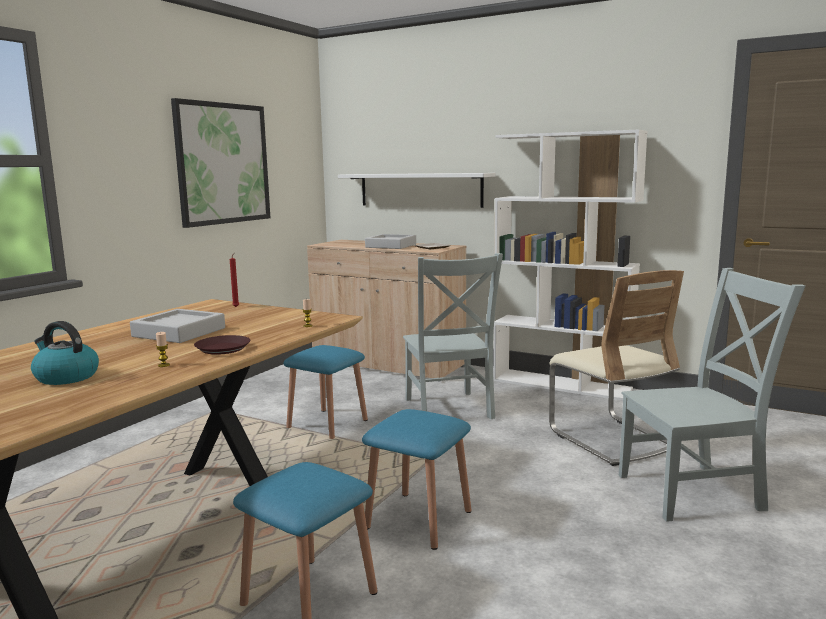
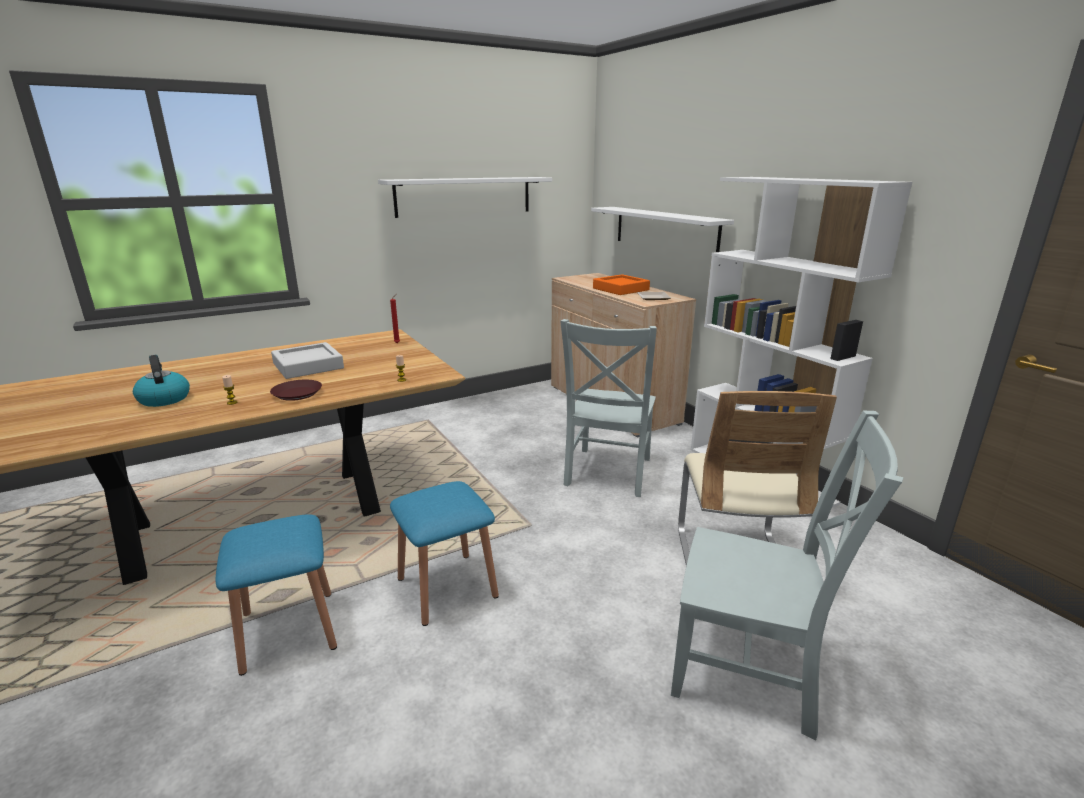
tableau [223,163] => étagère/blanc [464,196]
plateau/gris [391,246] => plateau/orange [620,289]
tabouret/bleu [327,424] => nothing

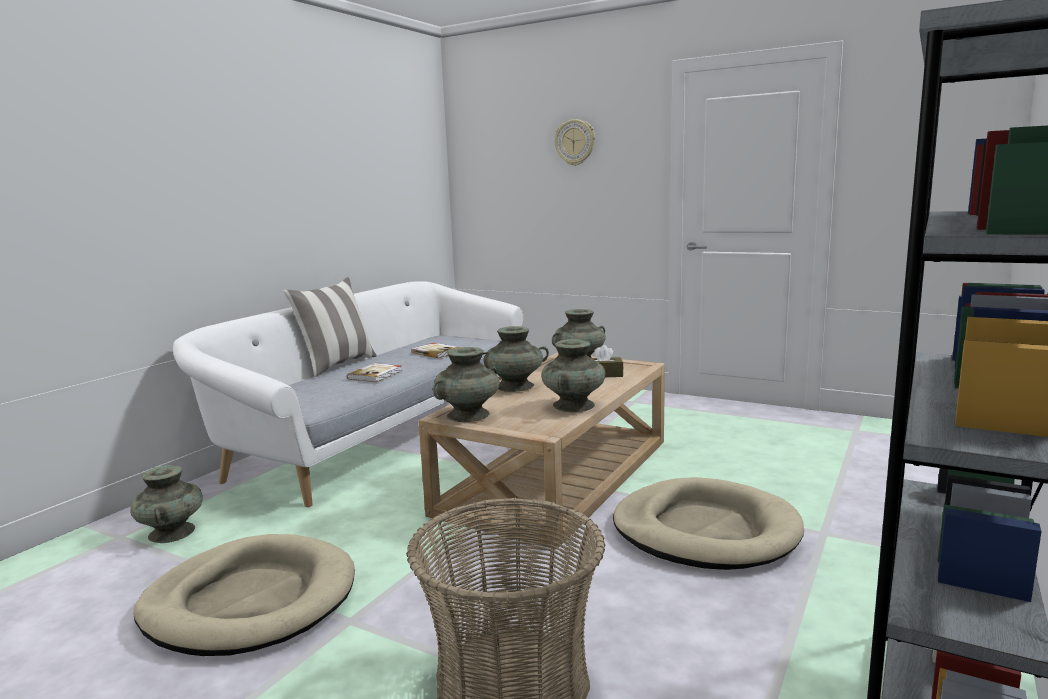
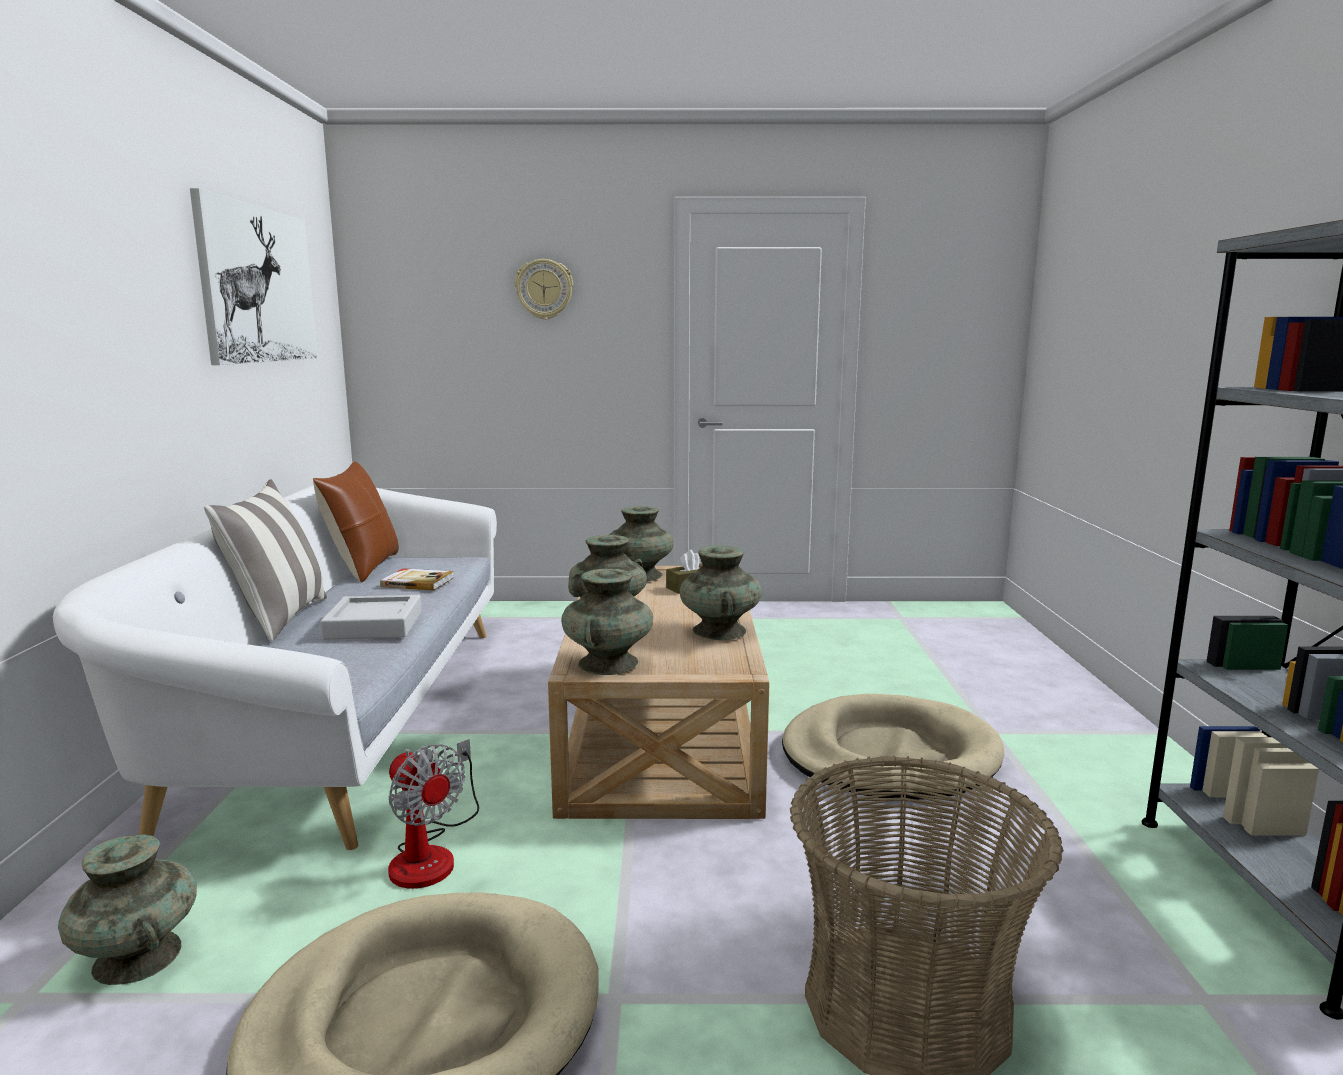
livre [376,374] => plateau/gris [374,625]
nothing => tableau [258,285]
nothing => coussin/marron [363,567]
nothing => ventilateur [431,854]

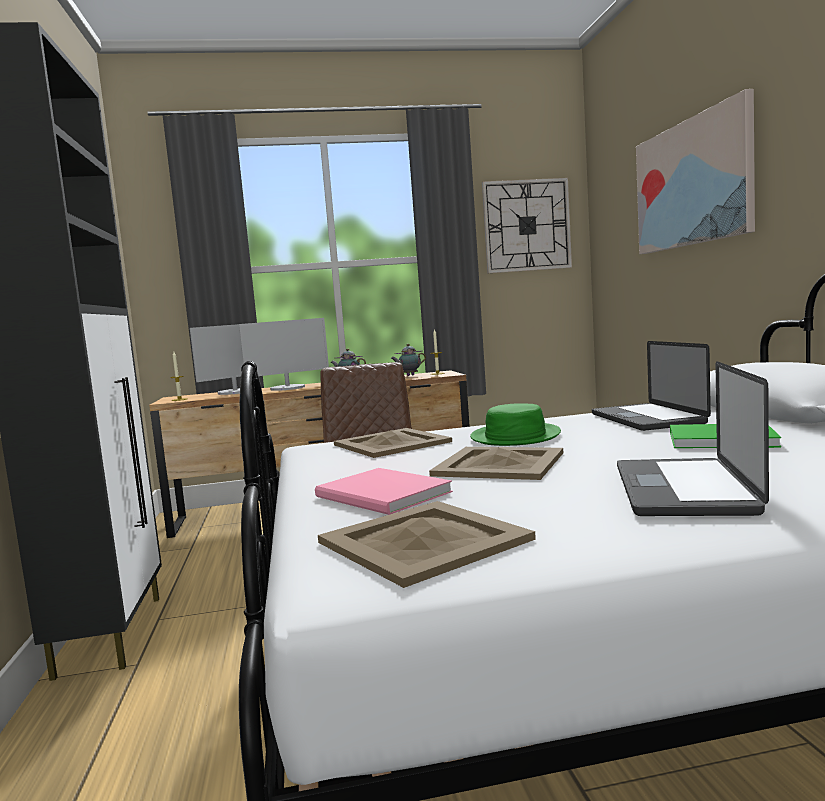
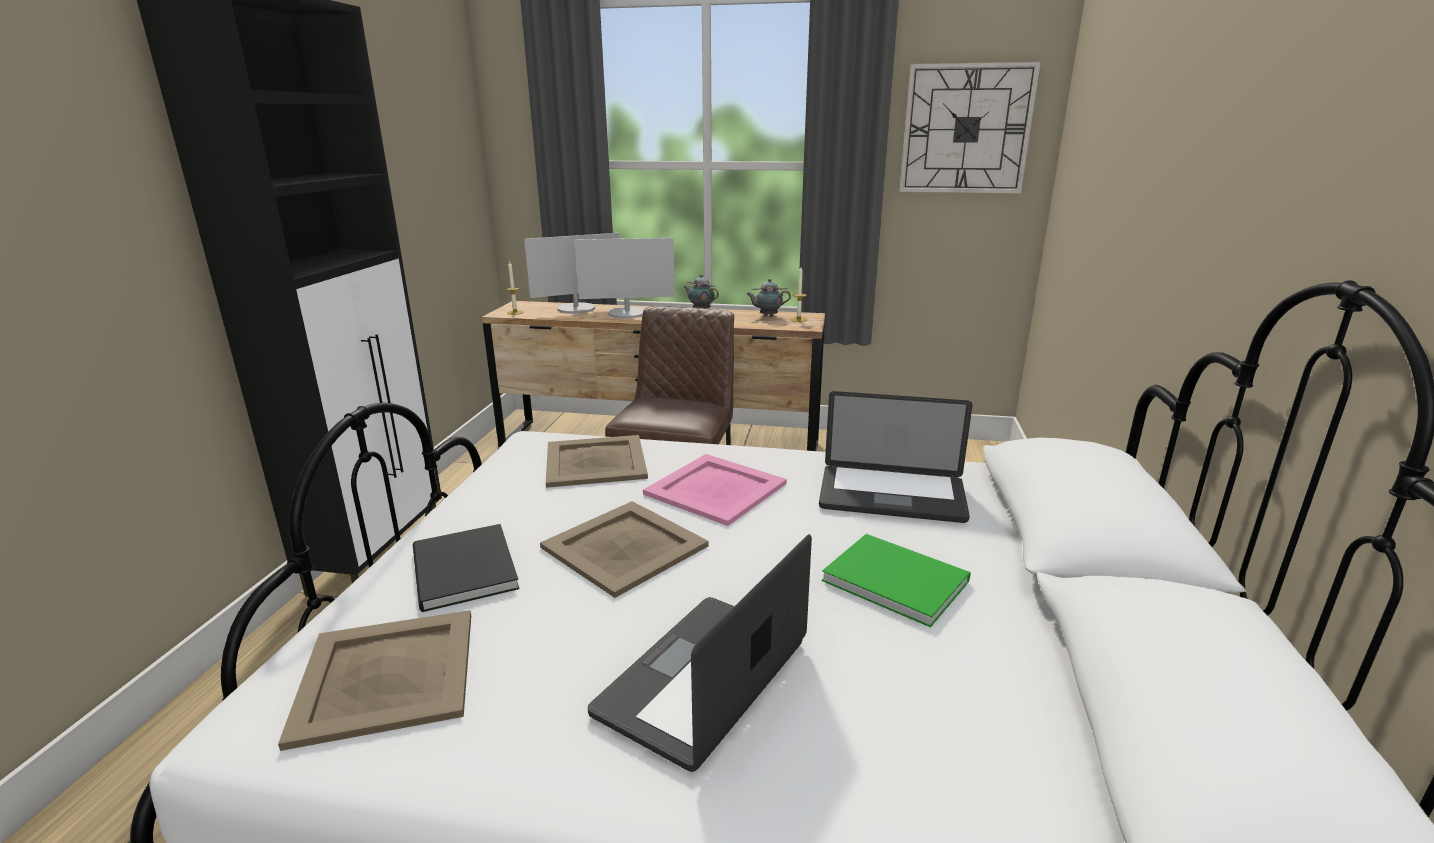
tableau [692,183] => nothing
ordinateur portable [646,419] => ordinateur portable [891,496], 90 degrees counterclockwise
chapeau/vert [515,436] => plateau/rose [714,489]
livre/rose [383,496] => livre/noir [461,572]

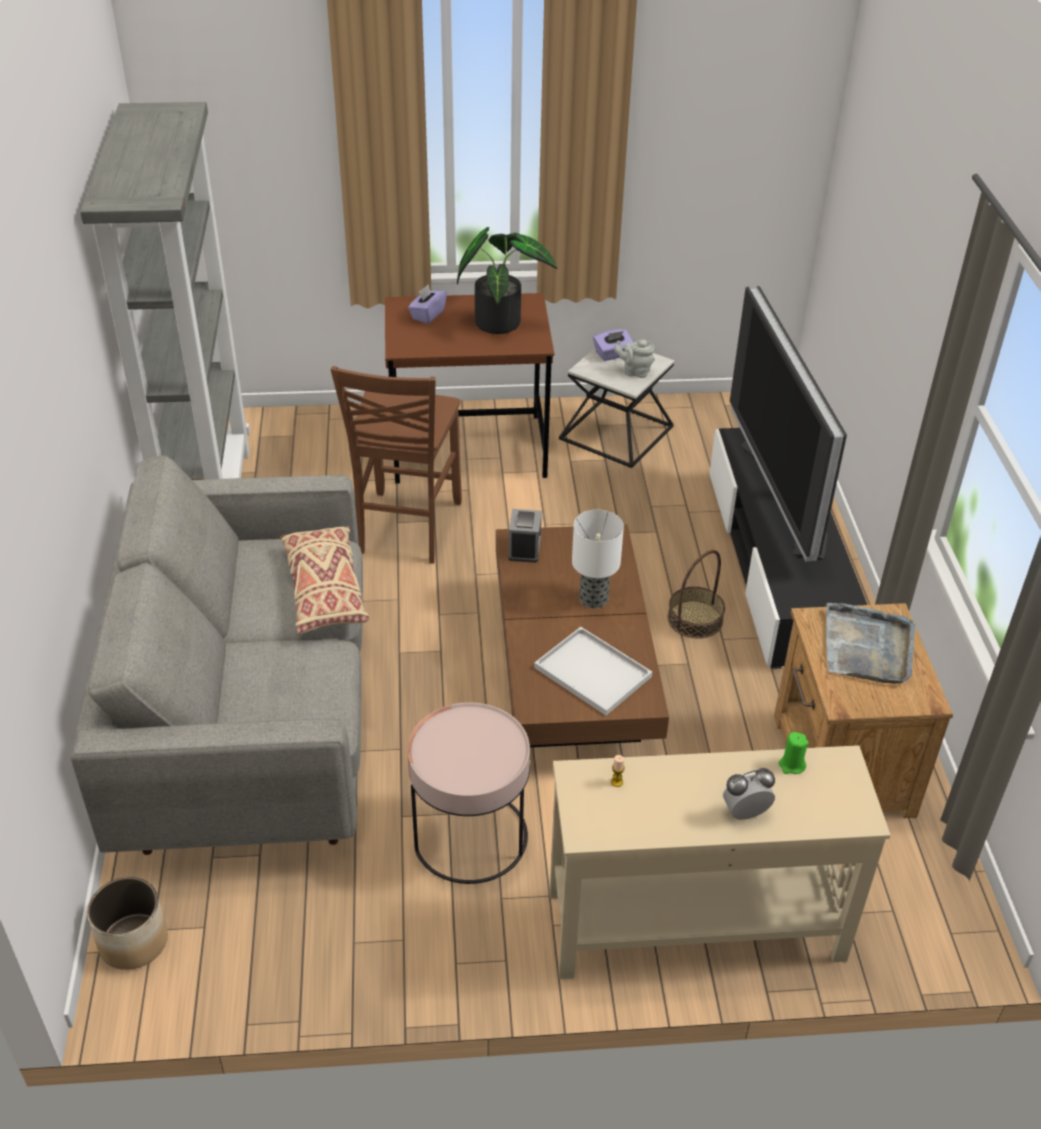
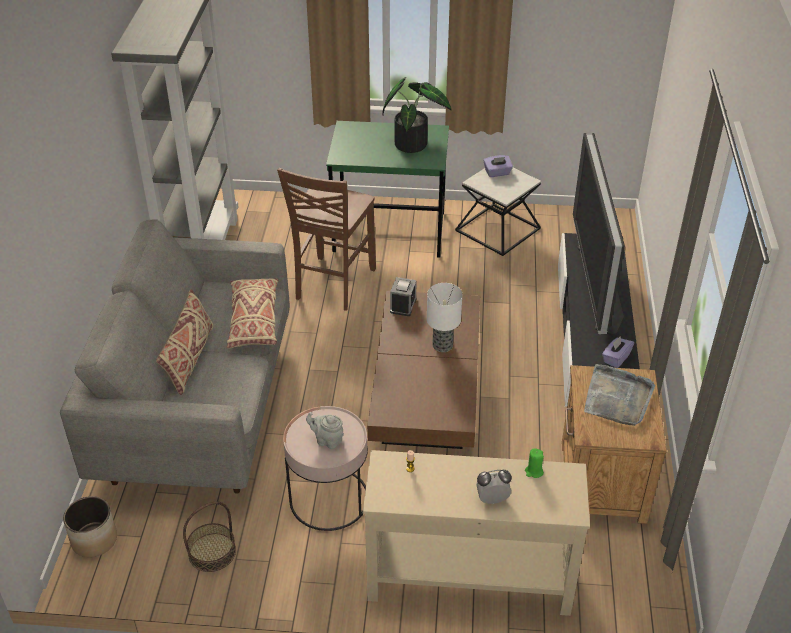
boîte à mouchoirs/violet [427,315] => boîte à mouchoirs/violet [616,358], relocated
bureau/marron [469,448] => bureau/vert [390,232]
théière/gris [634,372] => théière/gris [327,440], relocated
panier [695,619] => panier [212,552], relocated
plateau/blanc [590,671] => nothing
nothing => coussin/beige [189,359]

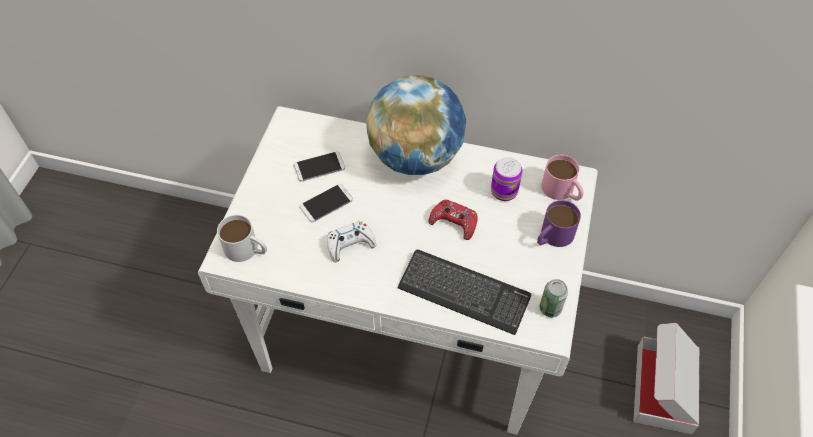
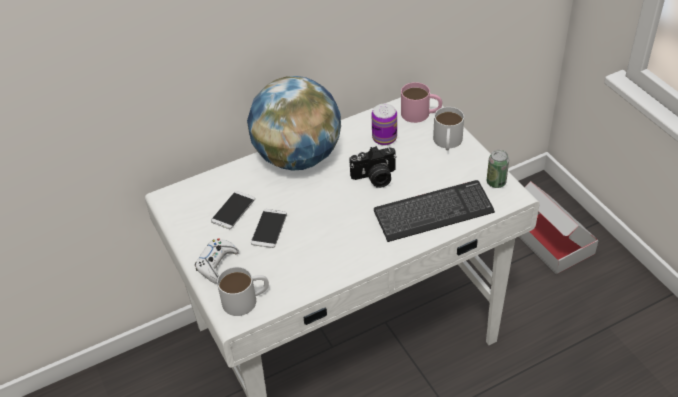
manette/rouge [454,222] => appareil photo [375,178]
mug/violet [552,236] => mug/blanc [447,142]
manette/blanc [350,244] => manette/blanc [217,264], relocated

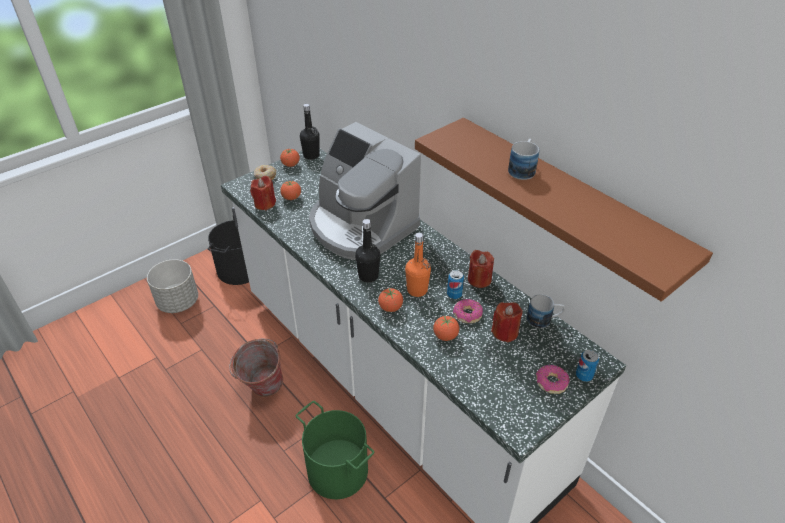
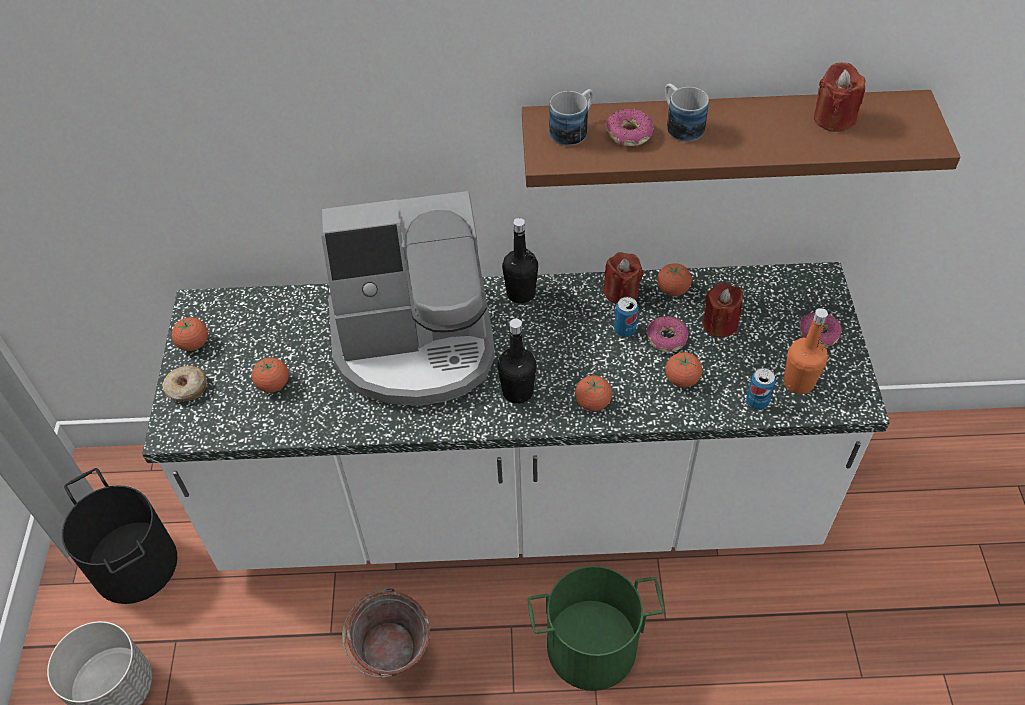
bouteille/noir [311,155] => bouteille/noir [521,293], relocated
bougie/rouge [265,204] => bougie/rouge [833,118], relocated
bouteille/orange [417,290] => bouteille/orange [798,382], relocated
mug [544,320] => mug [573,129], relocated
boîte métallique [584,376] => boîte métallique [757,401], relocated
nothing => beignet [629,134]
nothing => tomate [672,290]

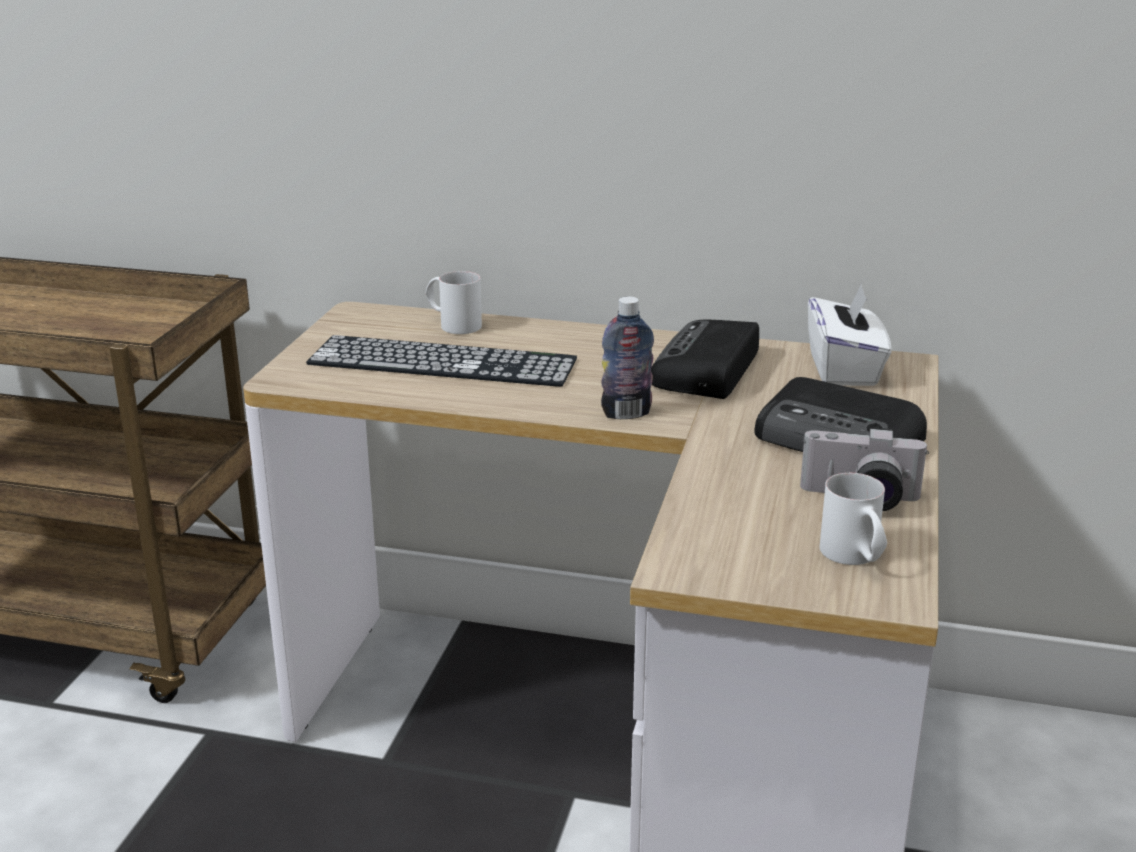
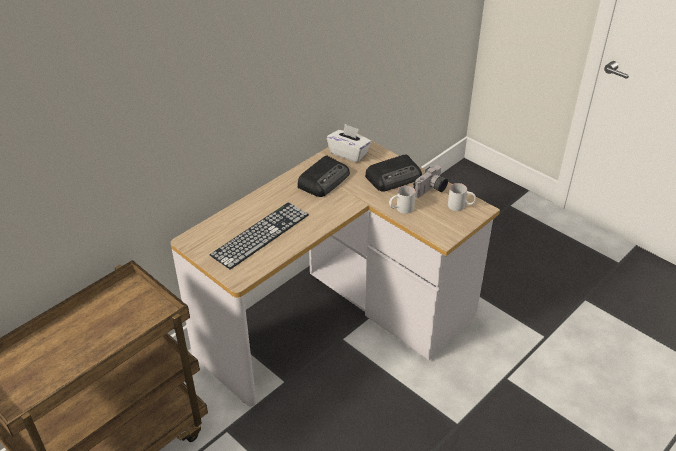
mug/blanc [453,324] => mug/blanc [401,209], relocated
bouteille [626,413] => nothing
radio [706,370] => radio [324,180], 105 degrees counterclockwise

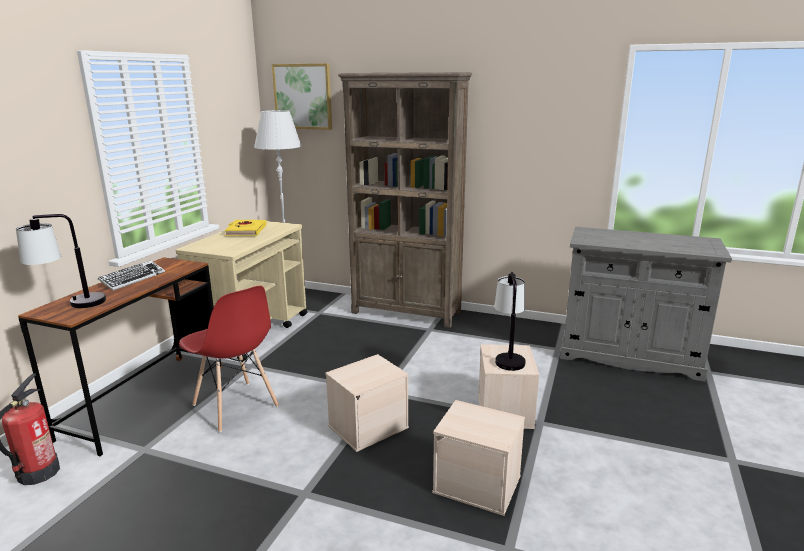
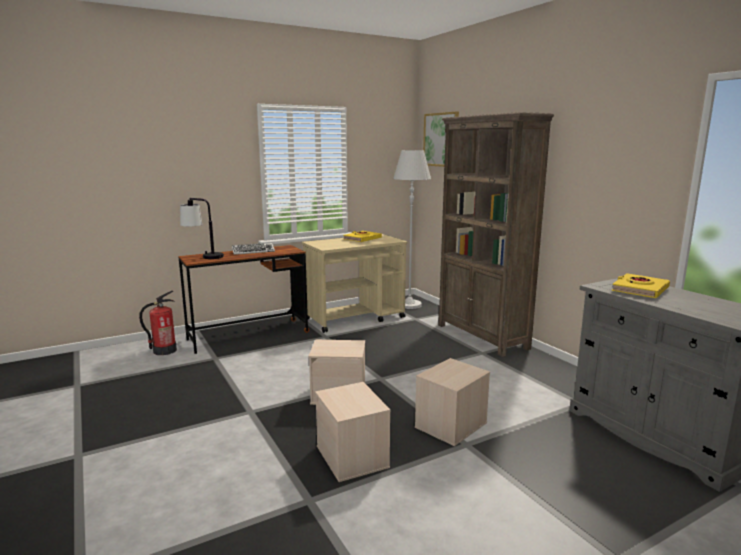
lampe de table [507,356] => nothing
chaise/rouge [235,406] => nothing
nothing => livre/jaune [639,290]

